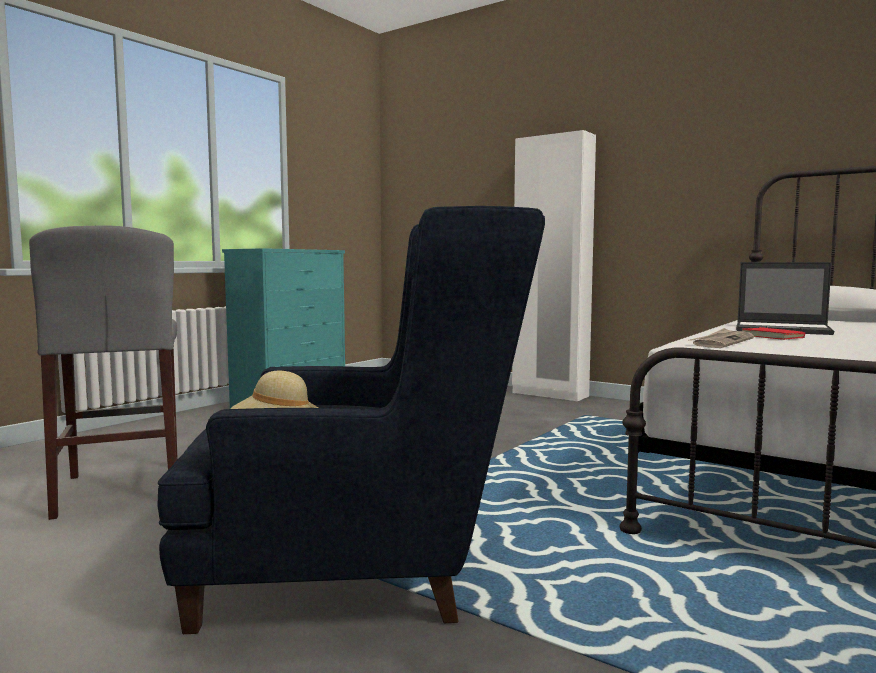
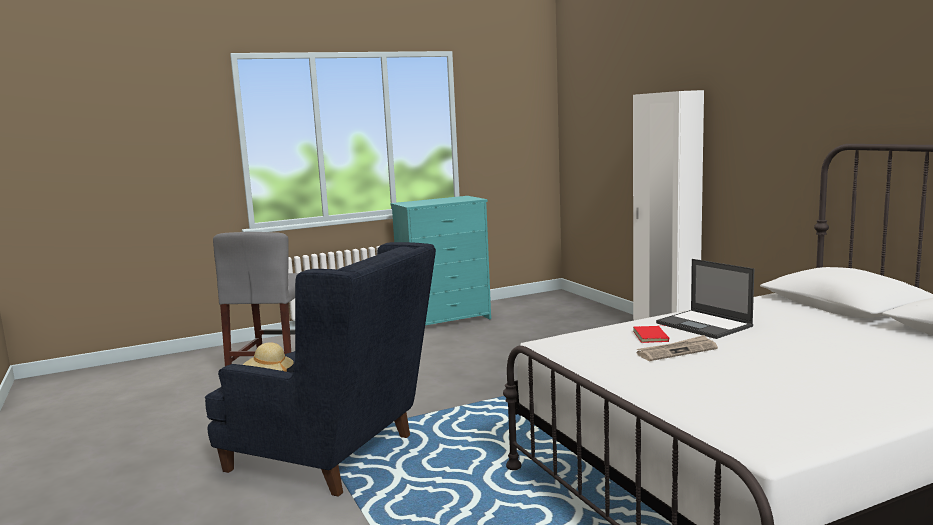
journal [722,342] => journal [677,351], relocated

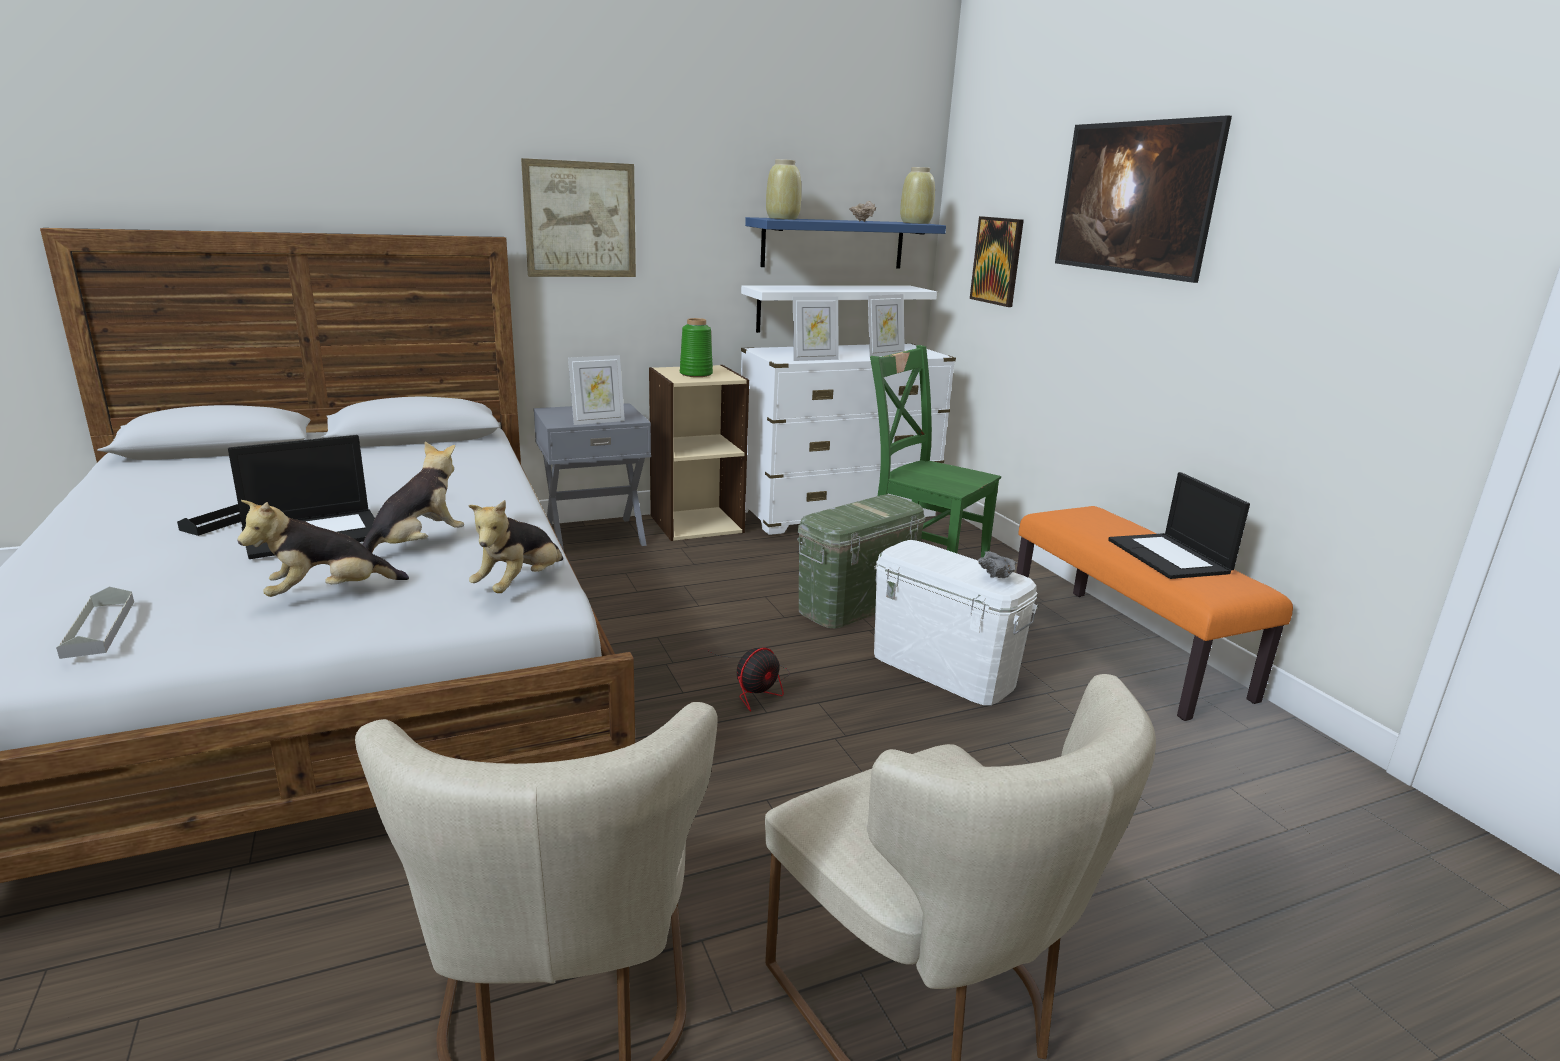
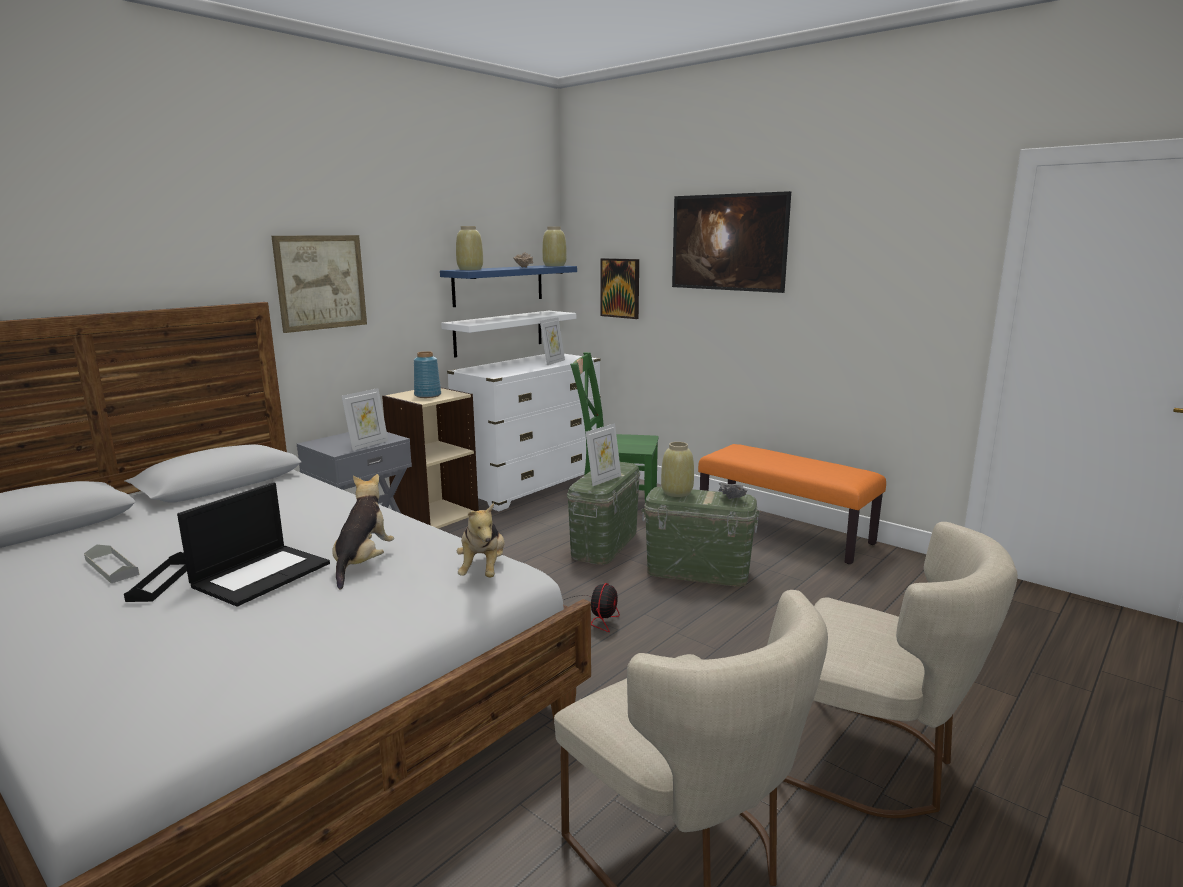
cadre photo [814,359] => cadre photo [603,480], relocated
vase/vert [696,374] => vase/bleu [428,395]
ordinateur portable [1170,557] => nothing
peluche [328,594] => nothing
boîte de rangement/blanc [943,669] => boîte de rangement/vert [698,571]
plateau/gris [99,628] => plateau/gris [111,567], relocated
nothing => vase/beige [677,492]

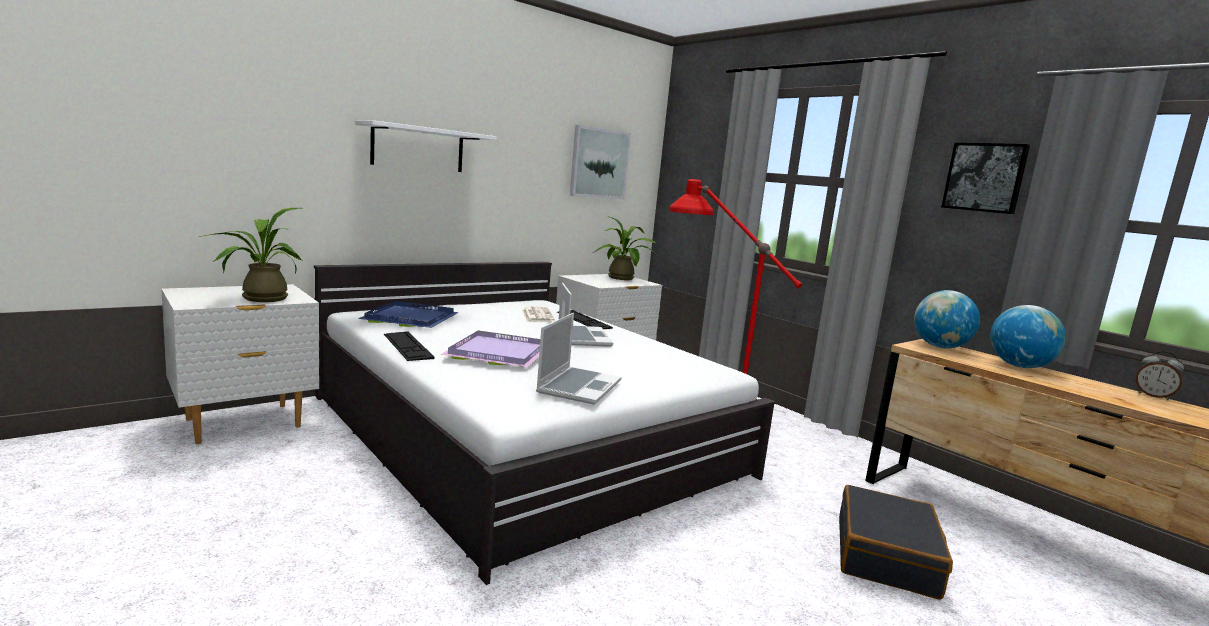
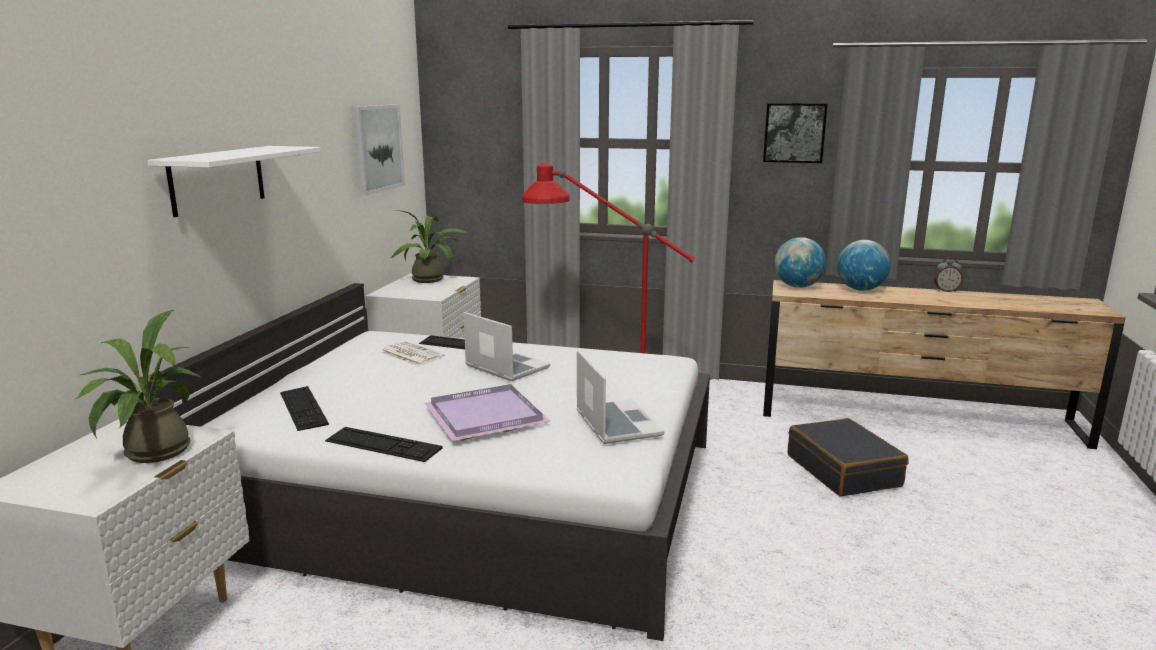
plateau/bleu [412,318] => clavier [303,408]

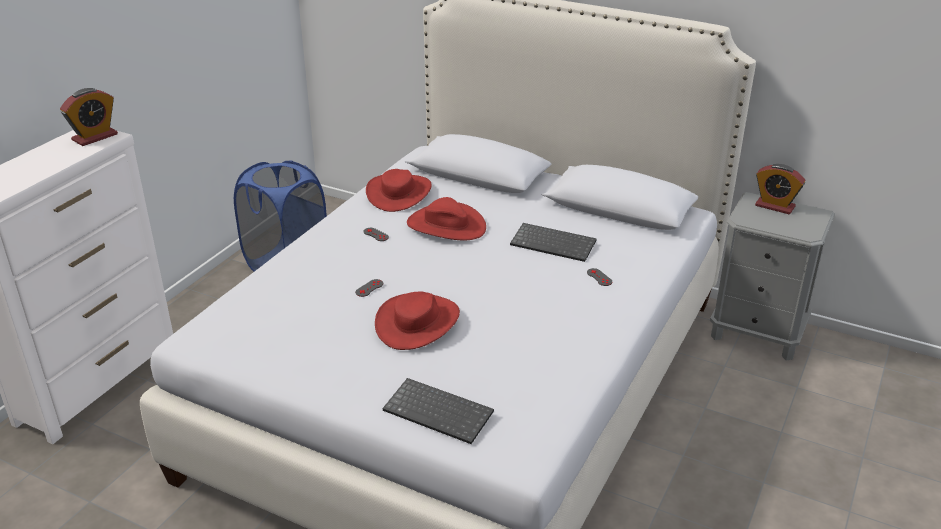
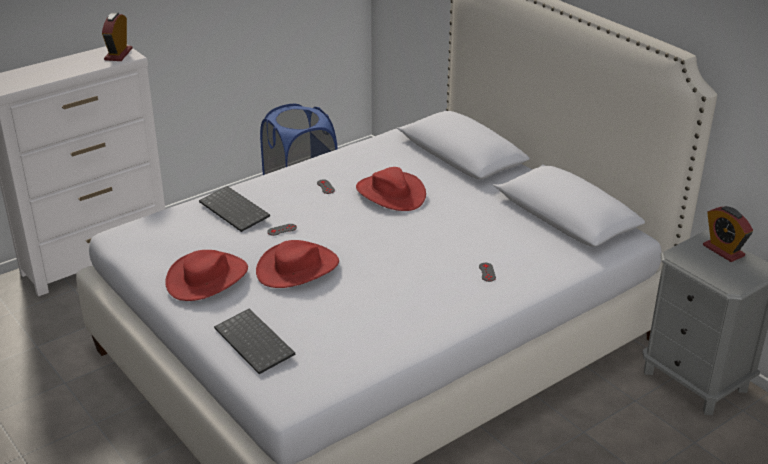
réveil [95,137] => réveil [118,54], 120 degrees clockwise
chapeau/rouge [399,193] => chapeau/rouge [207,278], relocated
clavier [554,243] => clavier [236,210], relocated

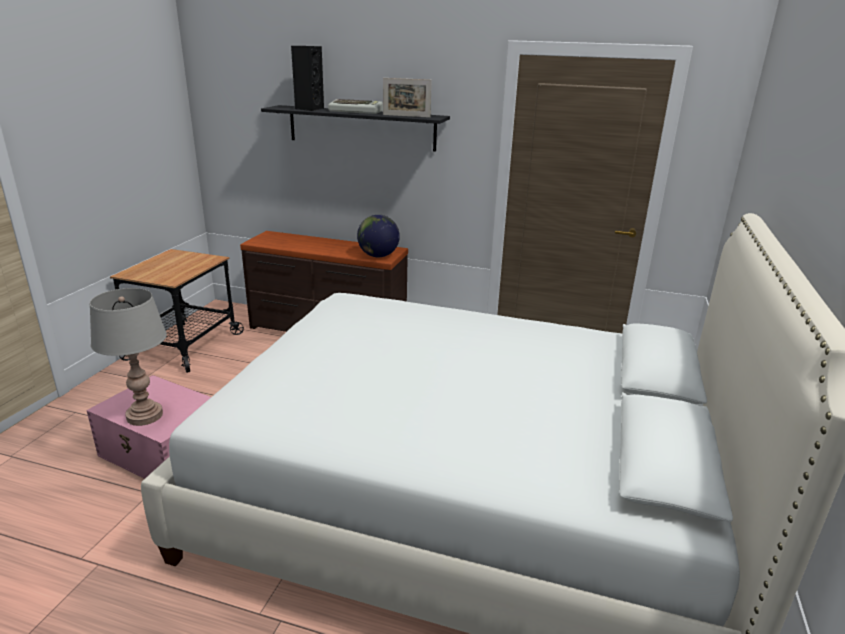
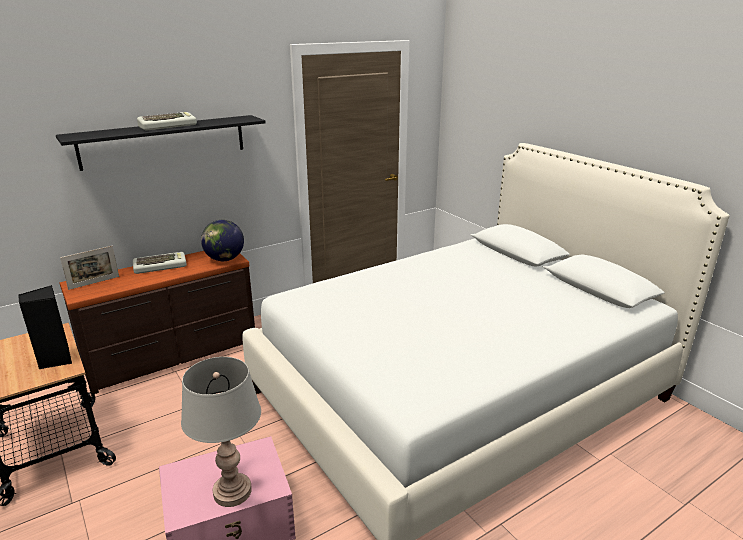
enceinte/noir [309,109] => enceinte/noir [55,360], relocated
cadre photo [406,116] => cadre photo [94,283], relocated
nothing => clavier [161,266]

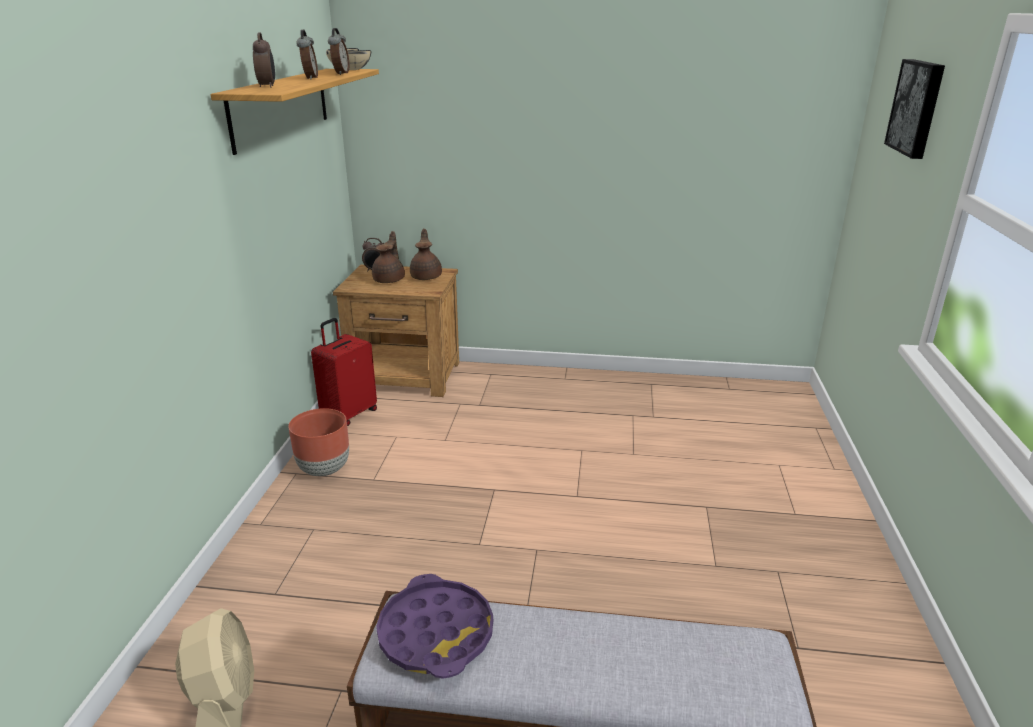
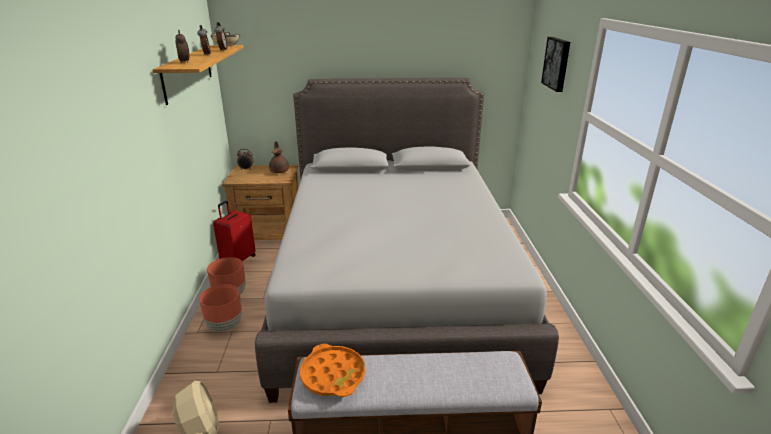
théière/marron [390,280] => nothing
plateau/violet [436,633] => plateau/orange [333,375]
nothing => lit/gris [395,286]
nothing => cache-pot/marron [225,326]

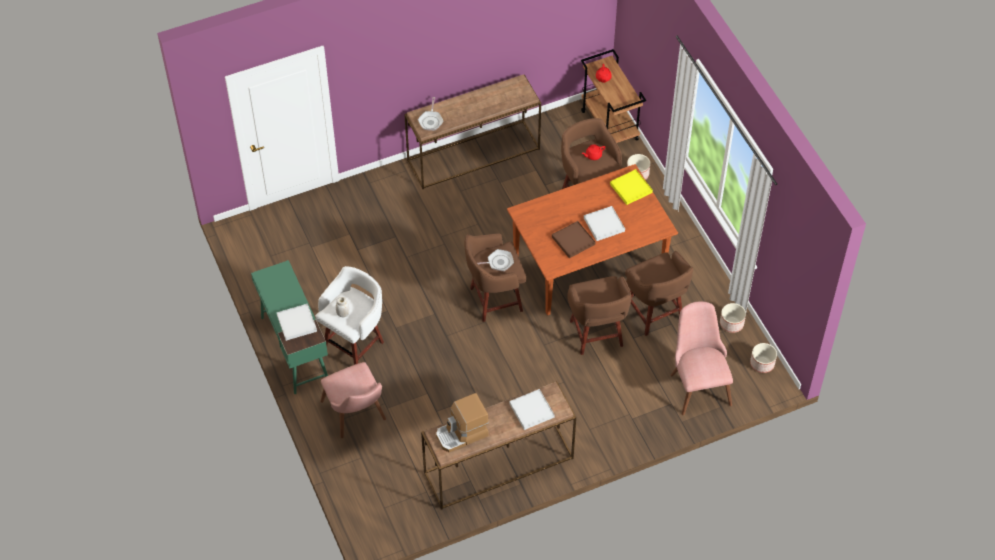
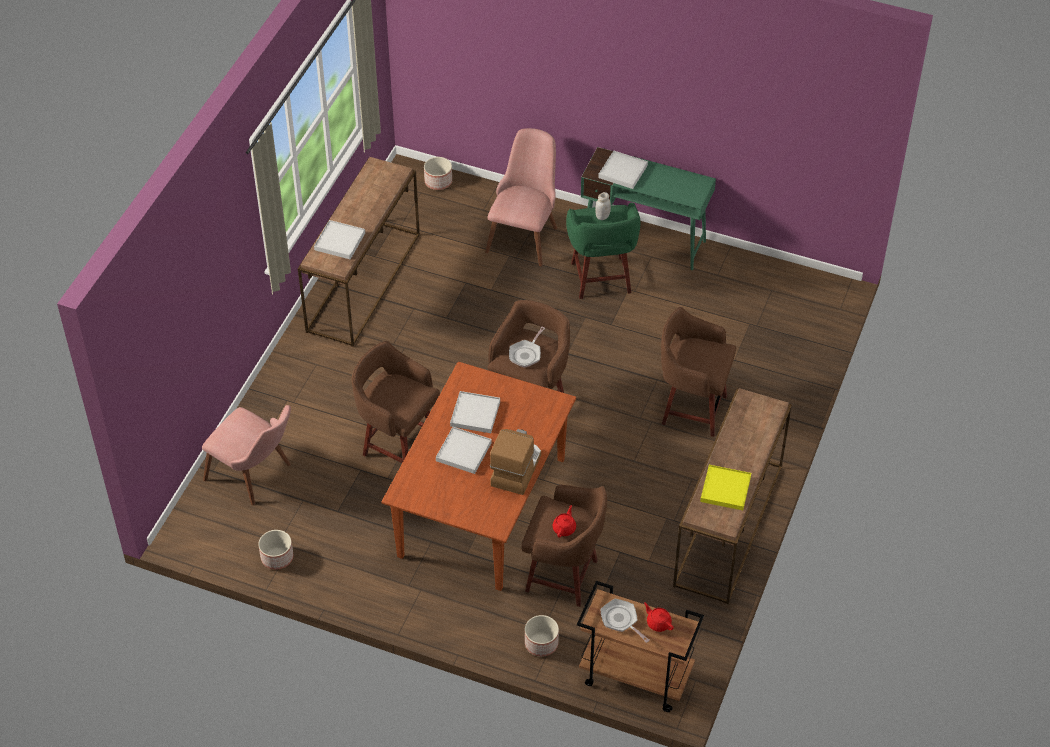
poêle [431,120] => poêle [621,620], relocated
plateau/jaune [631,188] => plateau/jaune [725,489], relocated
plateau/marron [573,241] => plateau/blanc [475,414]
tabouret/marron [655,314] => tabouret/marron [691,409], relocated
tabouret/blanc [354,344] => tabouret/vert [601,279]
cache-pot [762,363] => cache-pot [438,182], relocated
chaise/rose [357,416] => chaise/rose [525,233], 90 degrees clockwise
machine à café [462,434] => machine à café [515,469], relocated

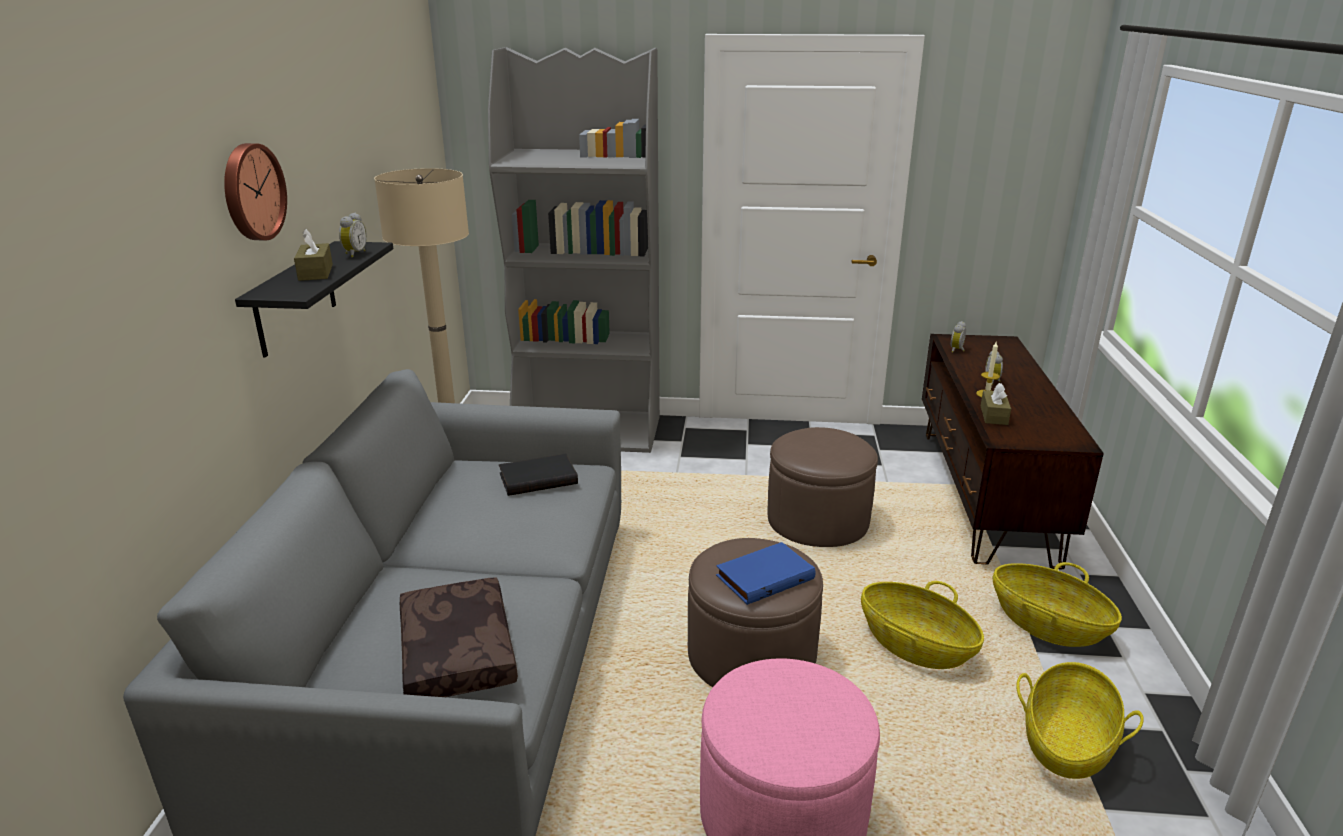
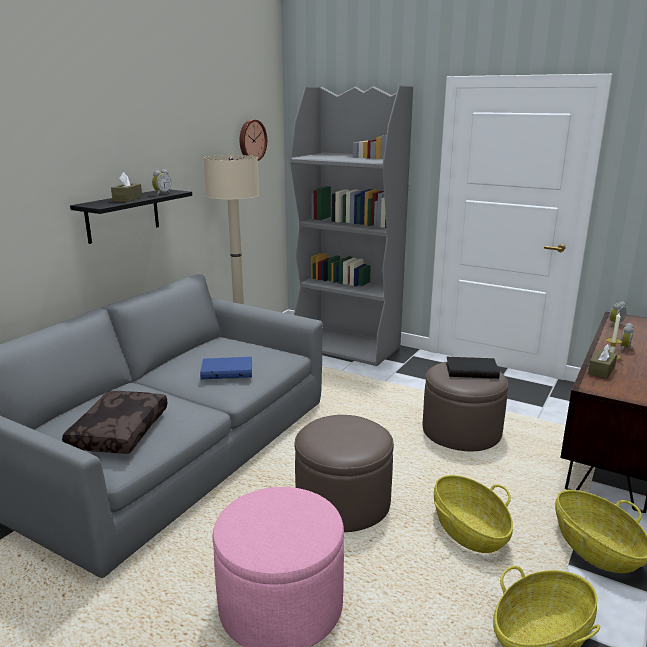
horloge murale [251,192] => horloge murale [251,140], relocated
livre/noir [538,478] => livre/noir [472,370], relocated
livre/bleu [764,576] => livre/bleu [227,370], relocated

